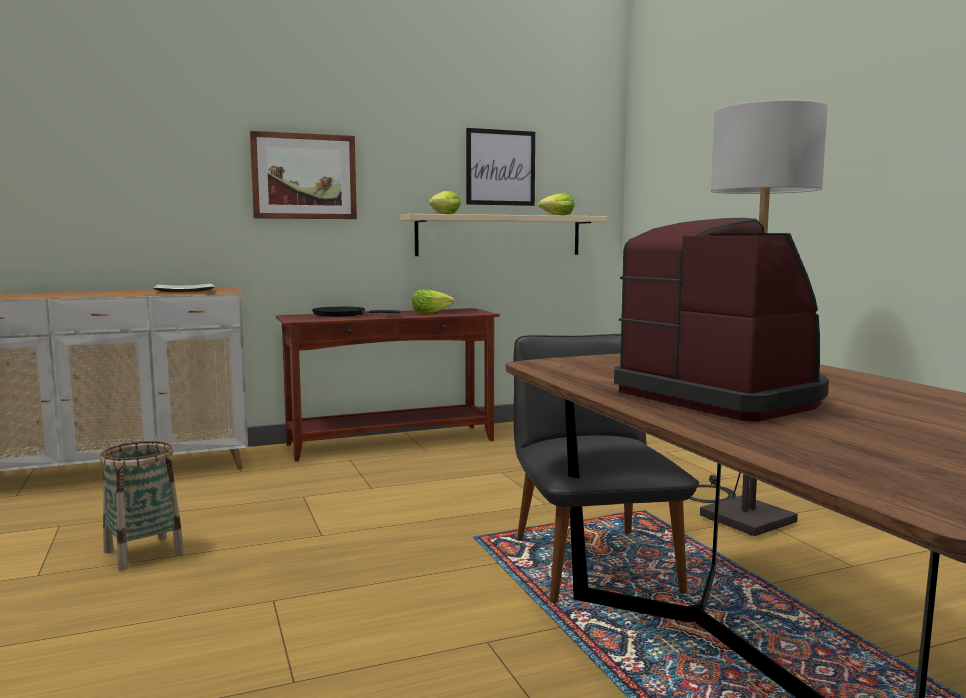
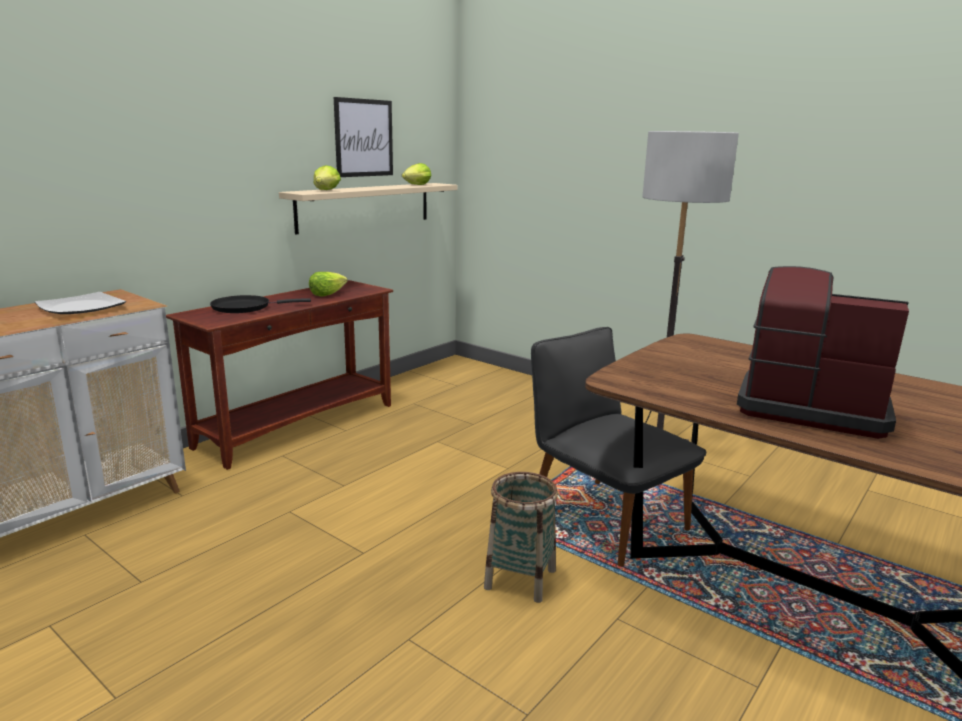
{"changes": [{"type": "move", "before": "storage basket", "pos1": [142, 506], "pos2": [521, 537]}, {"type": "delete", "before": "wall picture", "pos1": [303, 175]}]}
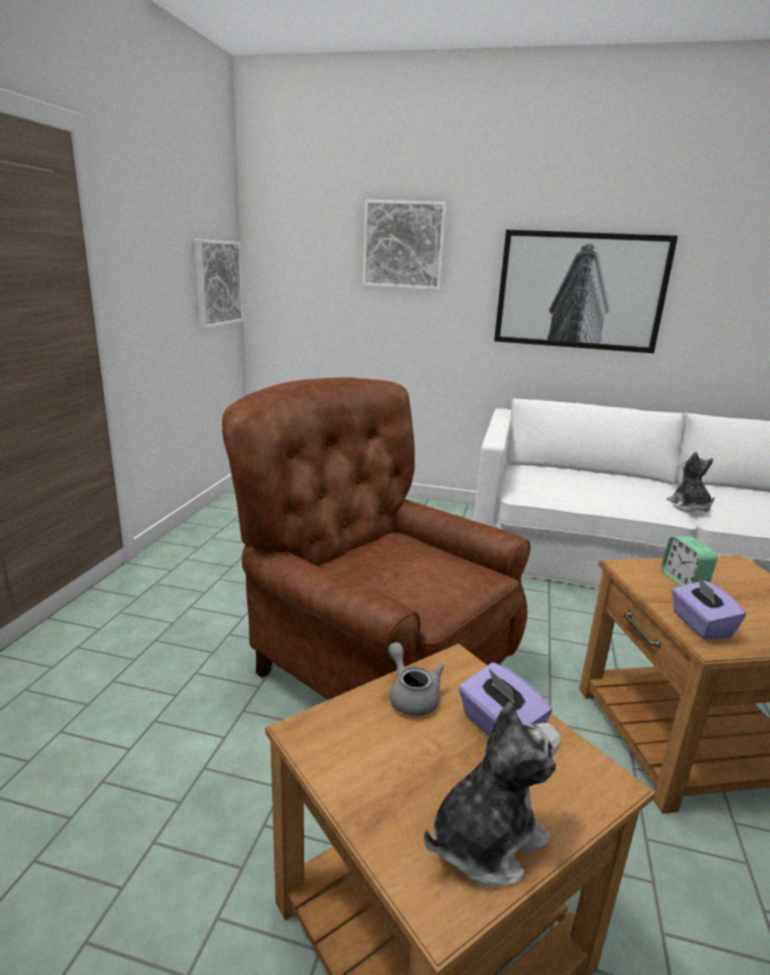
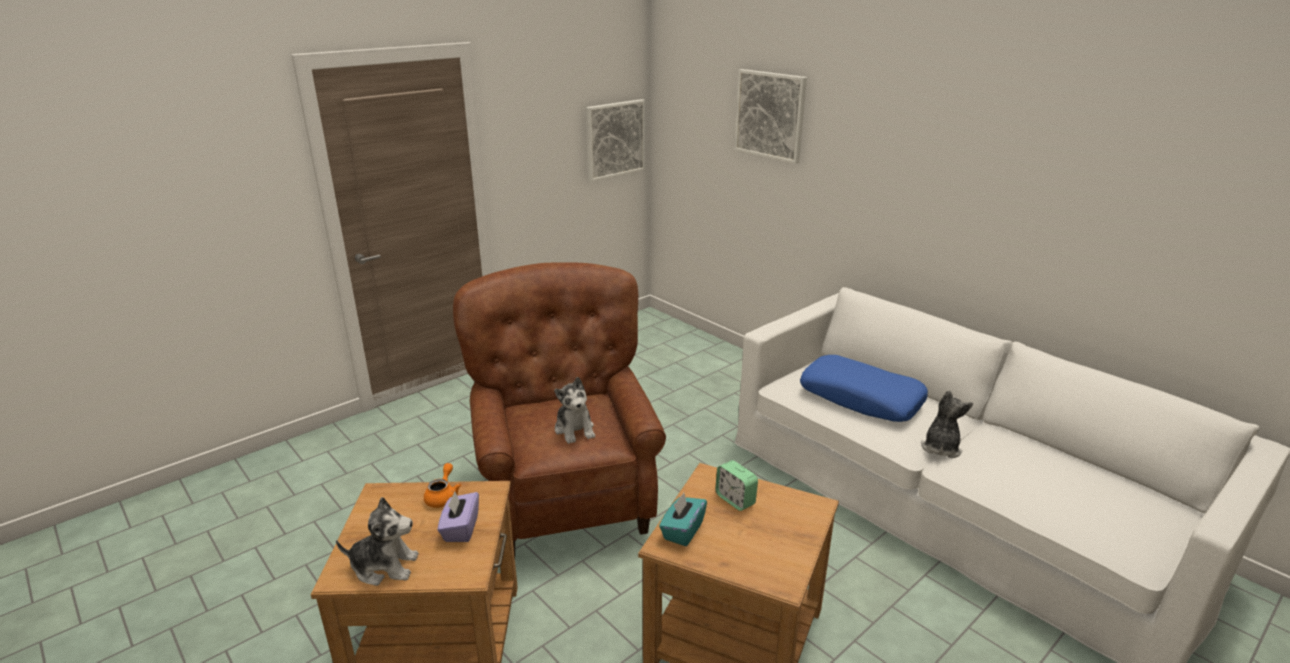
{"changes": [{"type": "recolor", "before": "teapot in grey", "after": "teapot in orange-coloured", "pos1": [416, 679], "pos2": [442, 485]}, {"type": "delete", "before": "wall picture", "pos1": [586, 291]}, {"type": "rotate", "before": "table clock", "pos1": [689, 561], "pos2": [736, 485], "turn": -60}, {"type": "recolor", "before": "box of tissues in purple", "after": "box of tissues in blue-green", "pos1": [708, 607], "pos2": [683, 519]}, {"type": "insert", "after": "cuddly toy", "pos2": [574, 410]}, {"type": "insert", "after": "throw pillow in blue", "pos2": [864, 388]}]}
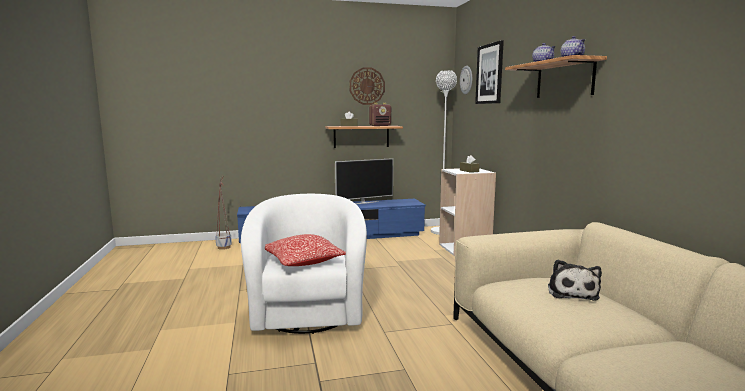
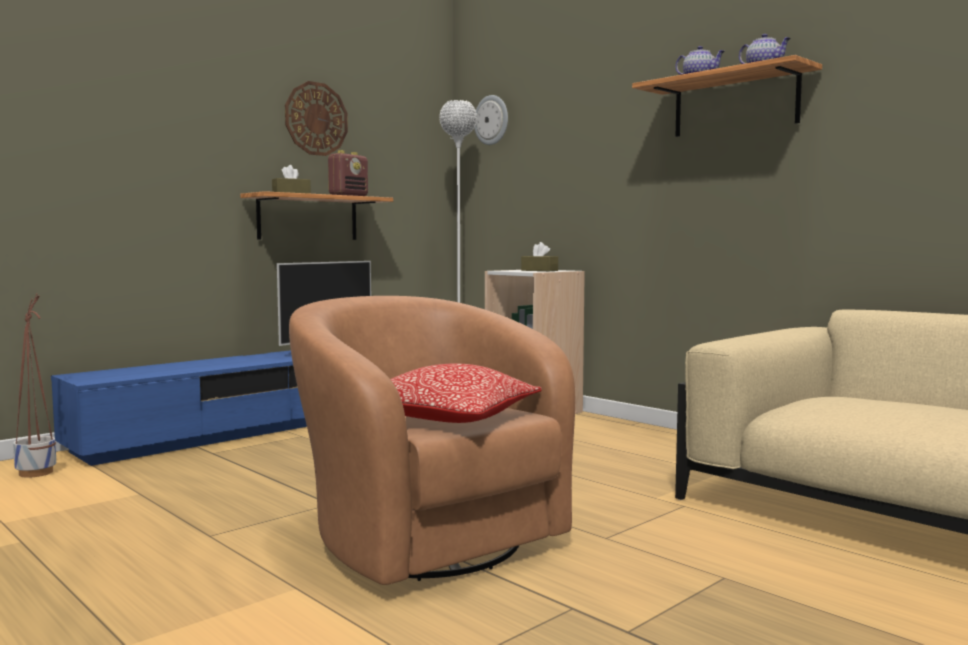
{"changes": [{"type": "recolor", "before": "armchair in white-coloured", "after": "armchair in brown-coloured", "pos1": [304, 264], "pos2": [432, 440]}, {"type": "delete", "before": "wall picture", "pos1": [489, 72]}, {"type": "delete", "before": "cuddly toy", "pos1": [575, 280]}]}
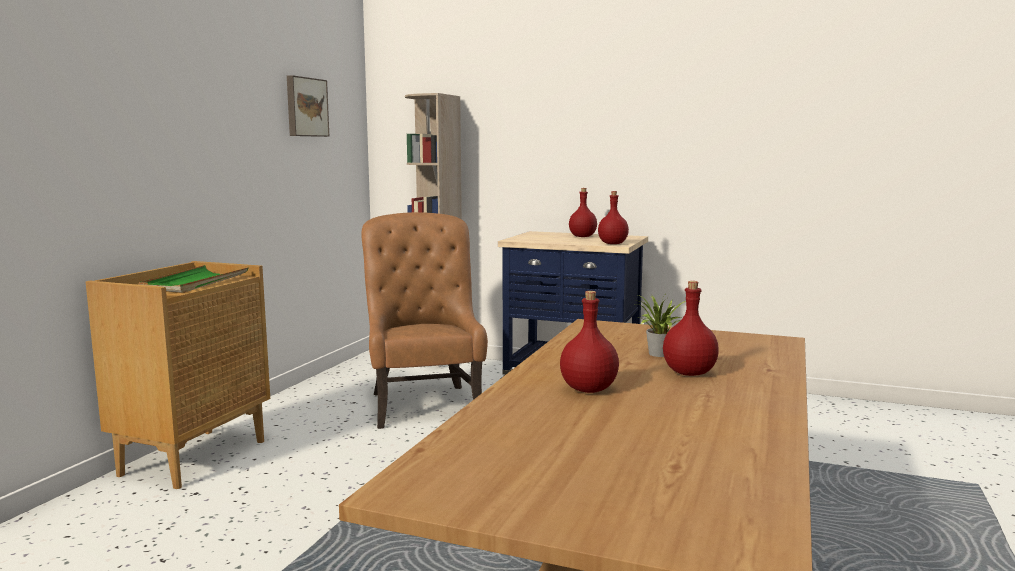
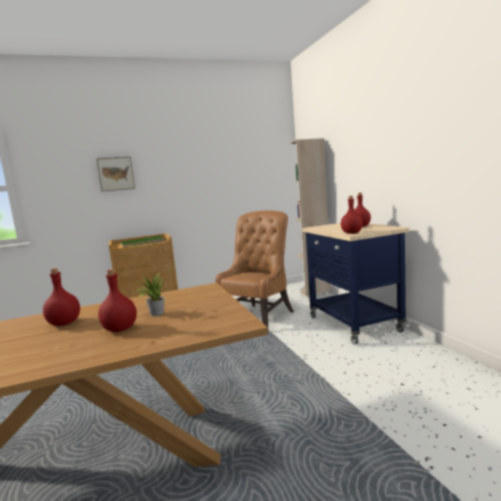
{"changes": [{"type": "move", "before": "wall picture", "pos1": [308, 106], "pos2": [116, 174]}]}
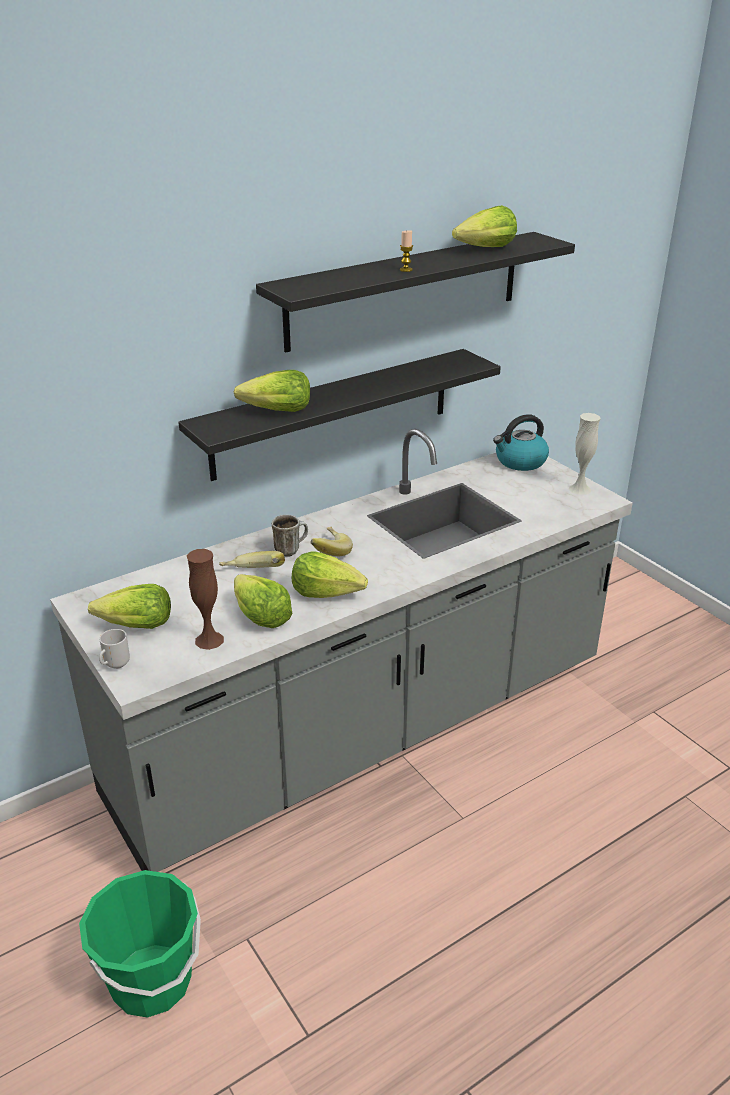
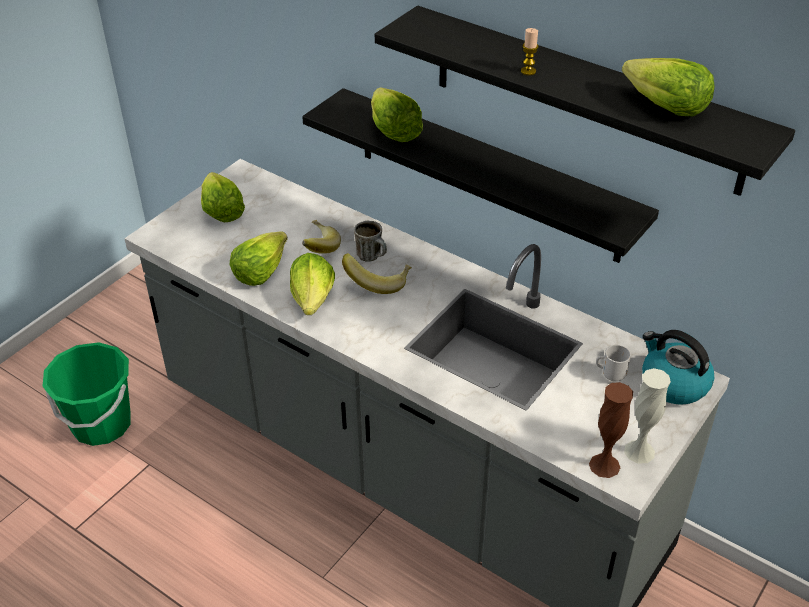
{"changes": [{"type": "move", "before": "tea mug", "pos1": [114, 649], "pos2": [613, 363]}, {"type": "move", "before": "vase in brown-coloured", "pos1": [205, 599], "pos2": [611, 430]}]}
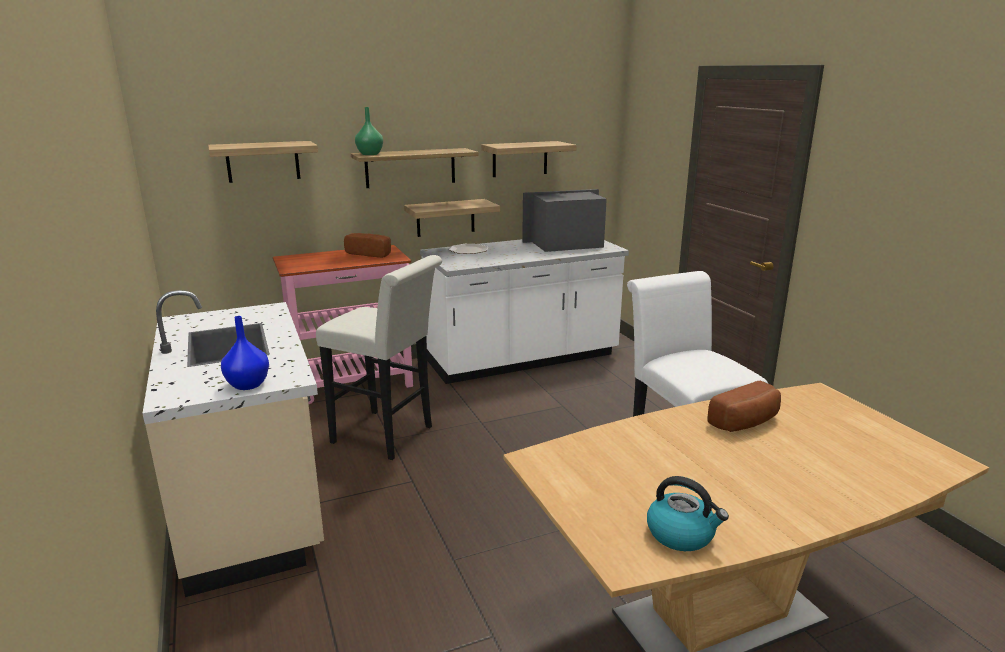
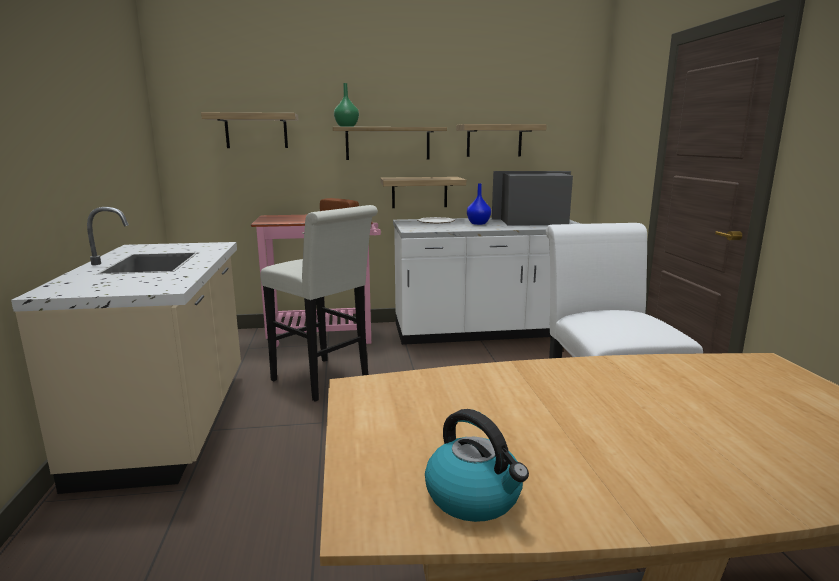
{"changes": [{"type": "move", "before": "vase in blue", "pos1": [245, 353], "pos2": [479, 204]}, {"type": "delete", "before": "bread", "pos1": [744, 406]}]}
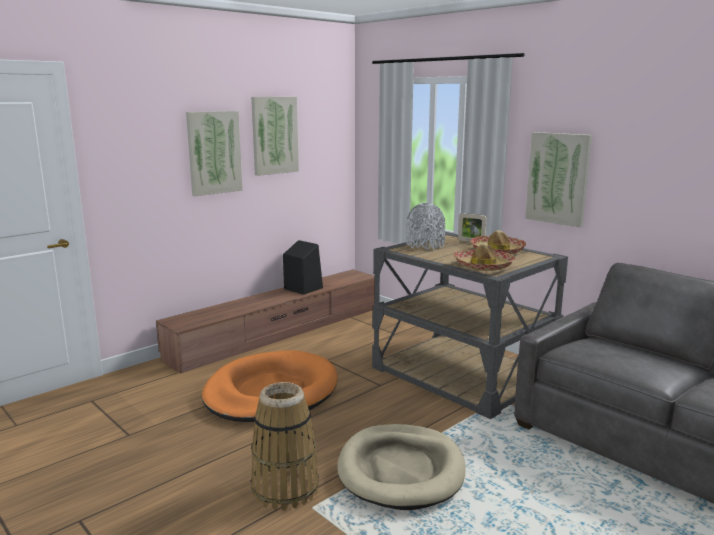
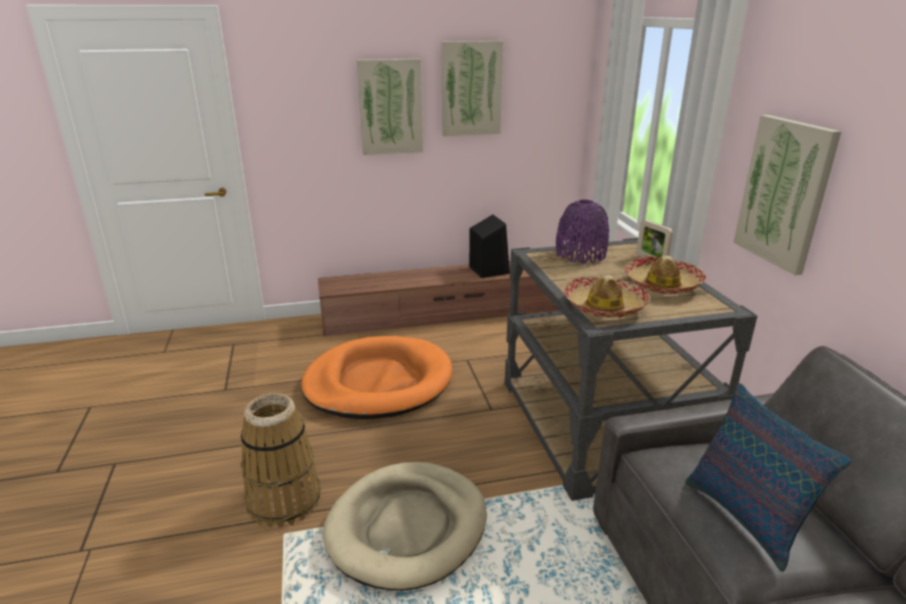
{"changes": [{"type": "recolor", "before": "vase in grey", "after": "vase in purple", "pos1": [425, 226], "pos2": [582, 231]}, {"type": "insert", "after": "throw pillow in blue", "pos2": [768, 477]}]}
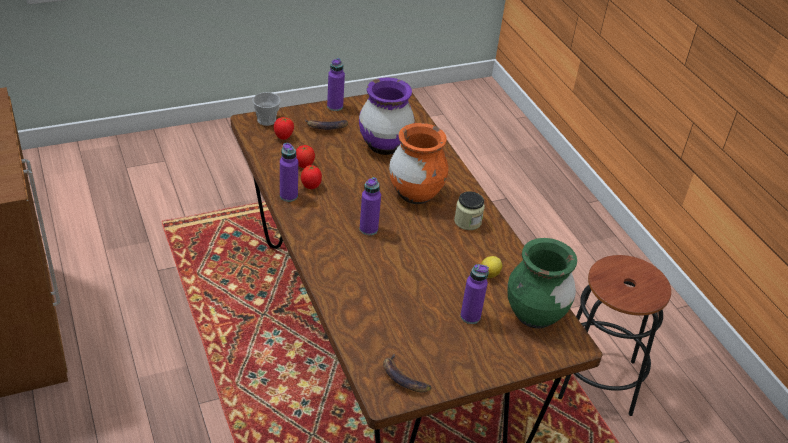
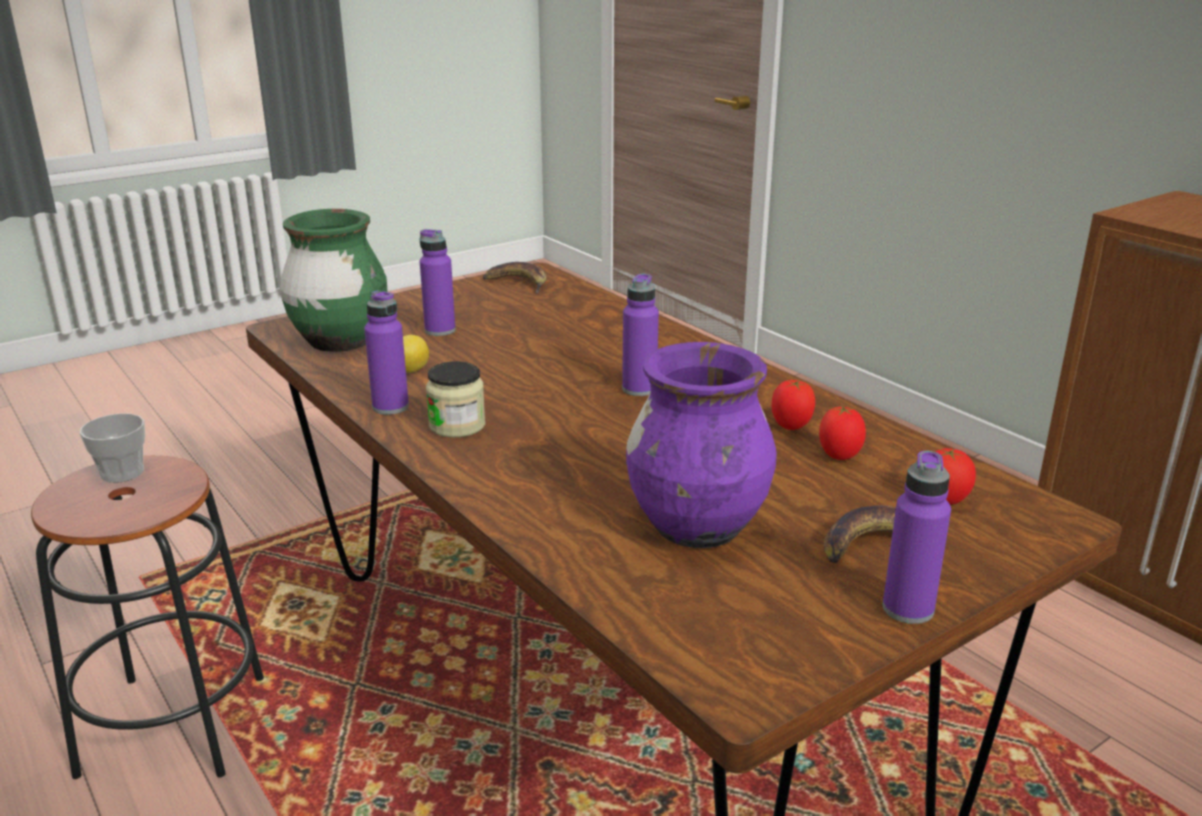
{"changes": [{"type": "move", "before": "cup", "pos1": [267, 109], "pos2": [112, 448]}, {"type": "move", "before": "drink bottle in purple", "pos1": [289, 172], "pos2": [386, 352]}, {"type": "delete", "before": "vase in orange-coloured", "pos1": [419, 163]}]}
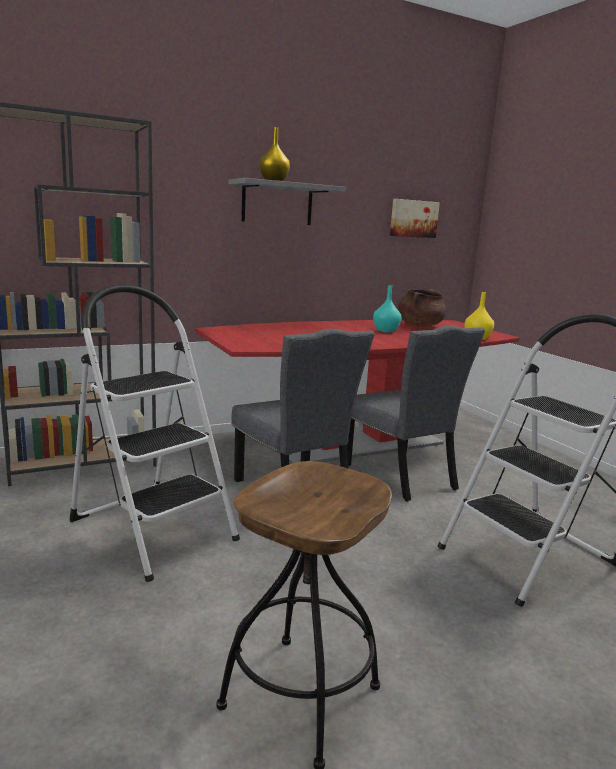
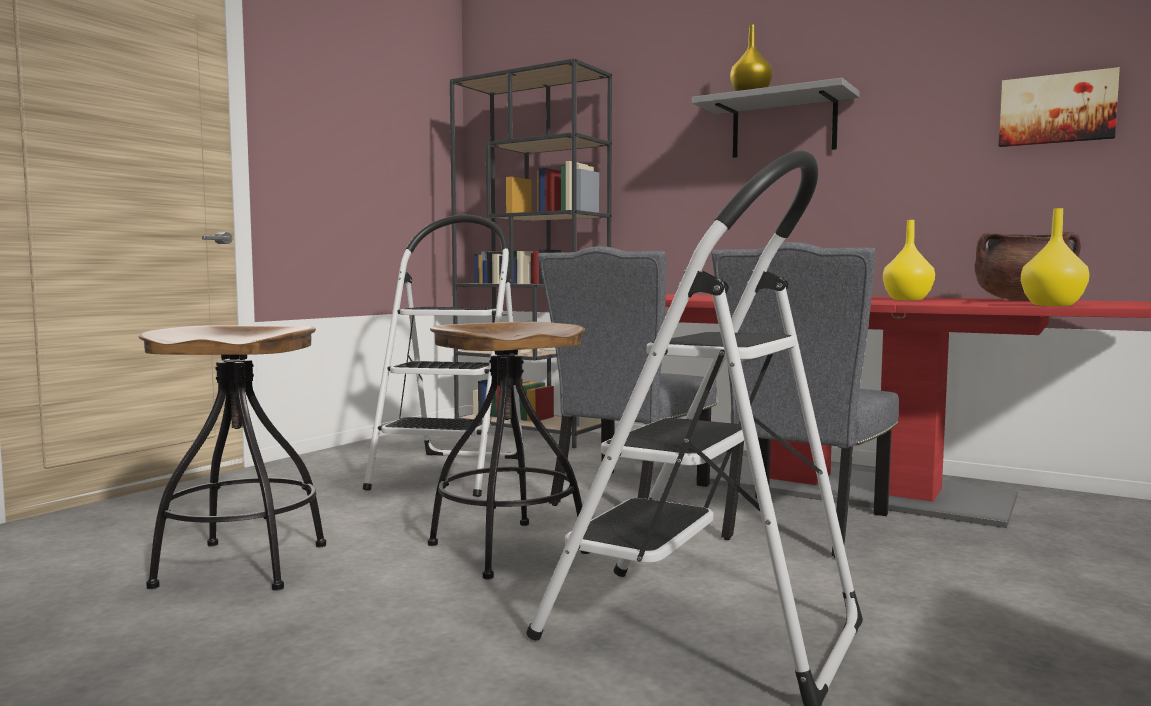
{"changes": [{"type": "recolor", "before": "vase in blue-green", "after": "vase in yellowish", "pos1": [387, 308], "pos2": [909, 260]}, {"type": "insert", "after": "sitting stool in brown-coloured", "pos2": [509, 450]}]}
